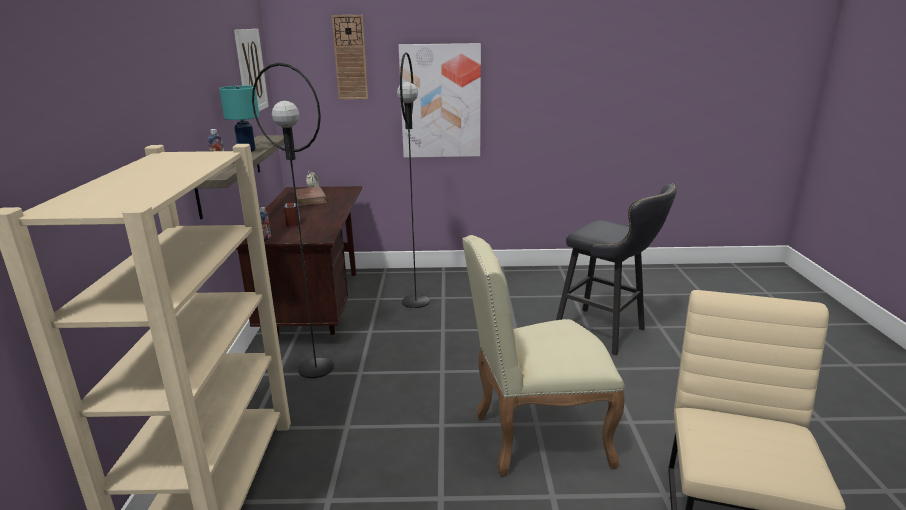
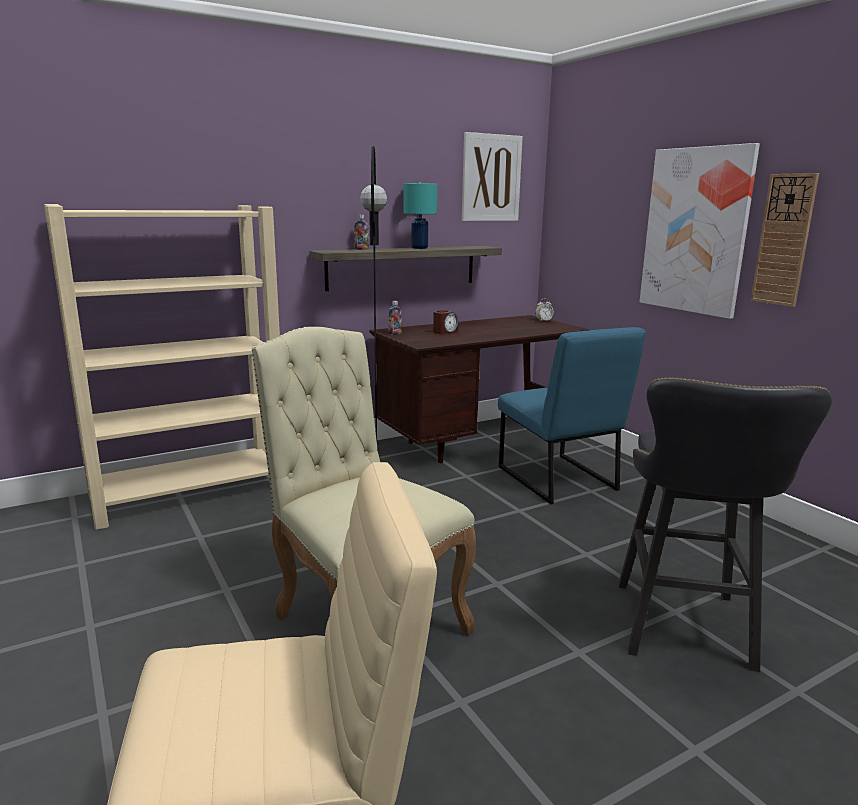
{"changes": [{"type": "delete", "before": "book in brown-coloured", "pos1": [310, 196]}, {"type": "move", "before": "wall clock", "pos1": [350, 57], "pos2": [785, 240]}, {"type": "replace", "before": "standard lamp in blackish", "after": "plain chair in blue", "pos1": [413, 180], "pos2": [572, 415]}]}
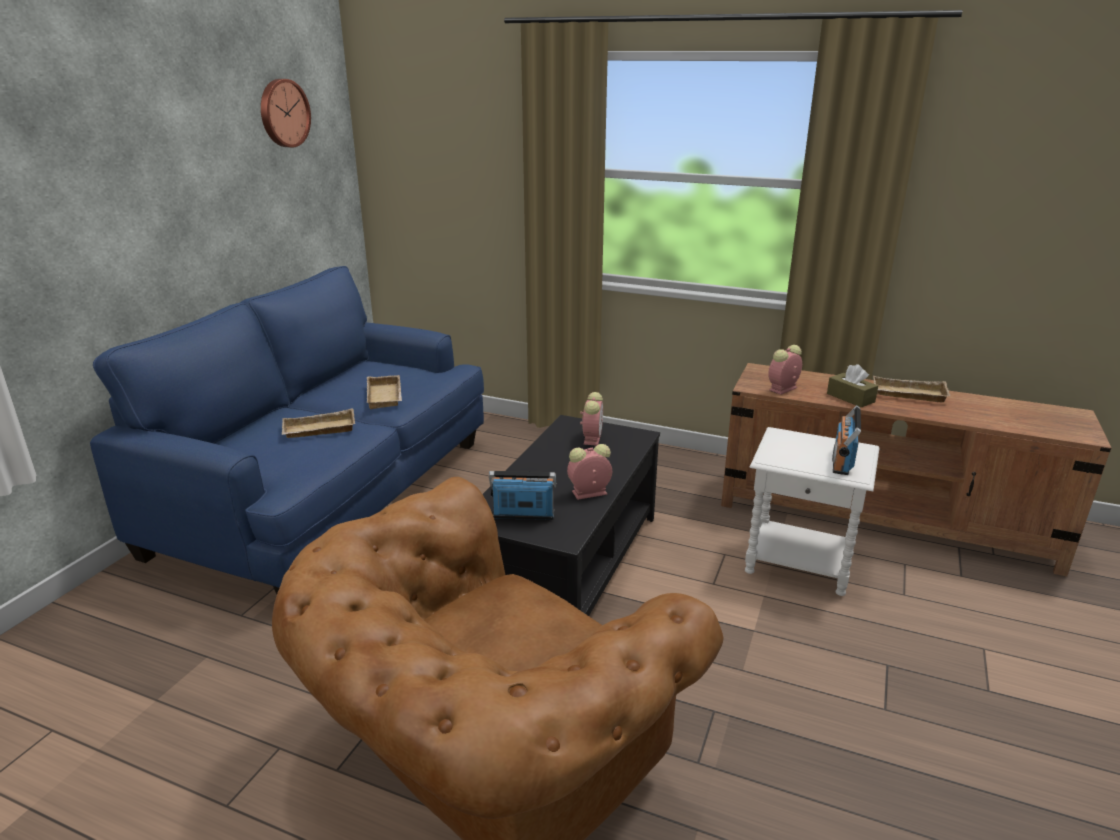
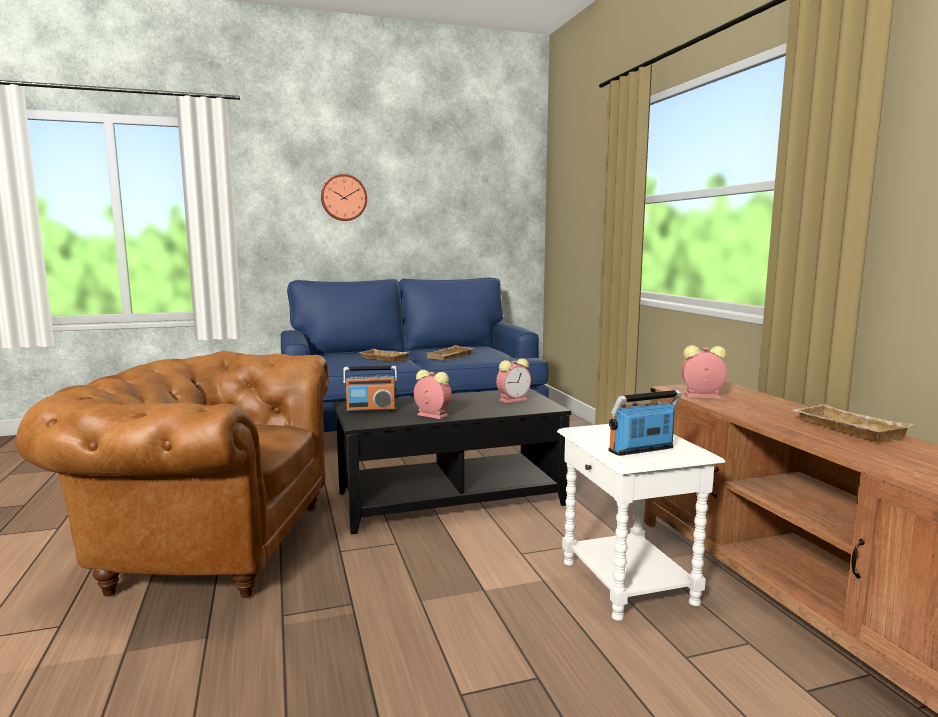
{"changes": [{"type": "move", "before": "wall clock", "pos1": [286, 113], "pos2": [344, 197]}, {"type": "rotate", "before": "radio receiver", "pos1": [523, 495], "pos2": [370, 389], "turn": 120}, {"type": "delete", "before": "box of tissues in brown-coloured", "pos1": [852, 385]}]}
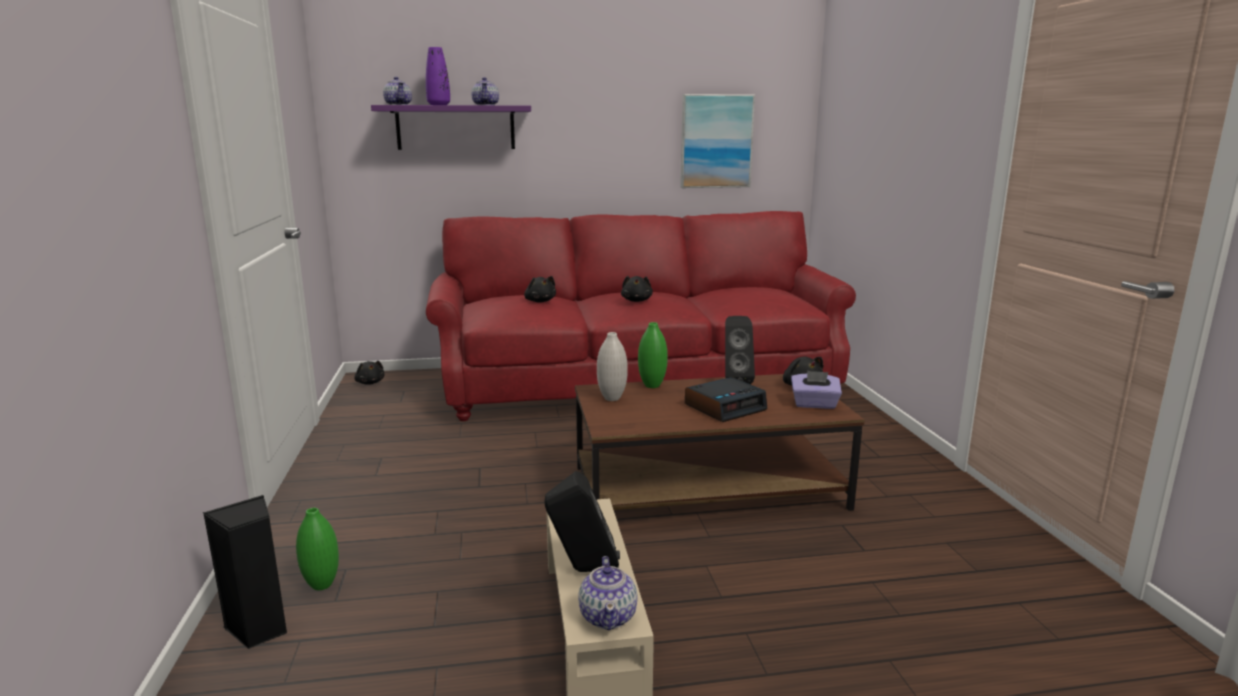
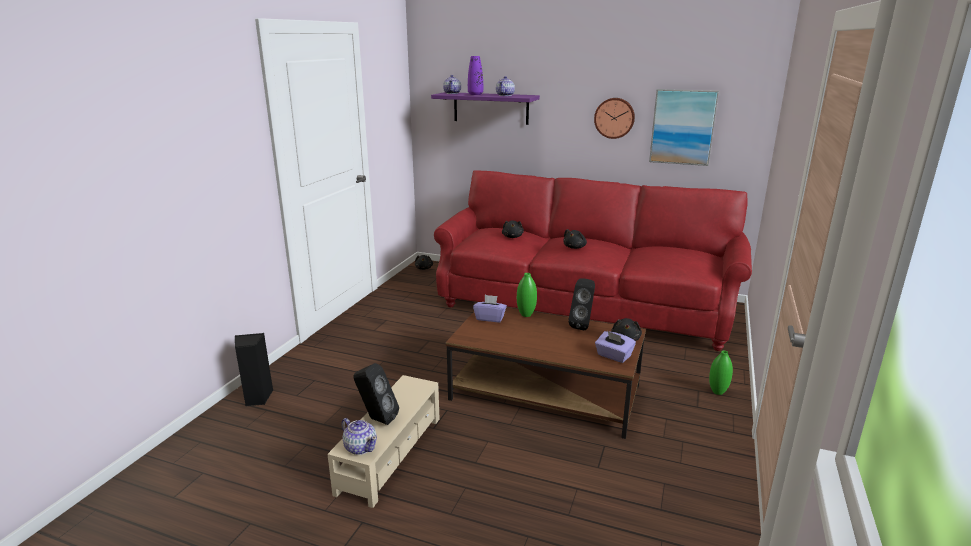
{"changes": [{"type": "move", "before": "vase in green", "pos1": [317, 549], "pos2": [721, 372]}, {"type": "rotate", "before": "teapot", "pos1": [608, 593], "pos2": [359, 436], "turn": -75}, {"type": "replace", "before": "vase in white-coloured", "after": "box of tissues in purple", "pos1": [612, 366], "pos2": [490, 308]}, {"type": "delete", "before": "table clock", "pos1": [726, 399]}, {"type": "insert", "after": "wall clock", "pos2": [614, 118]}]}
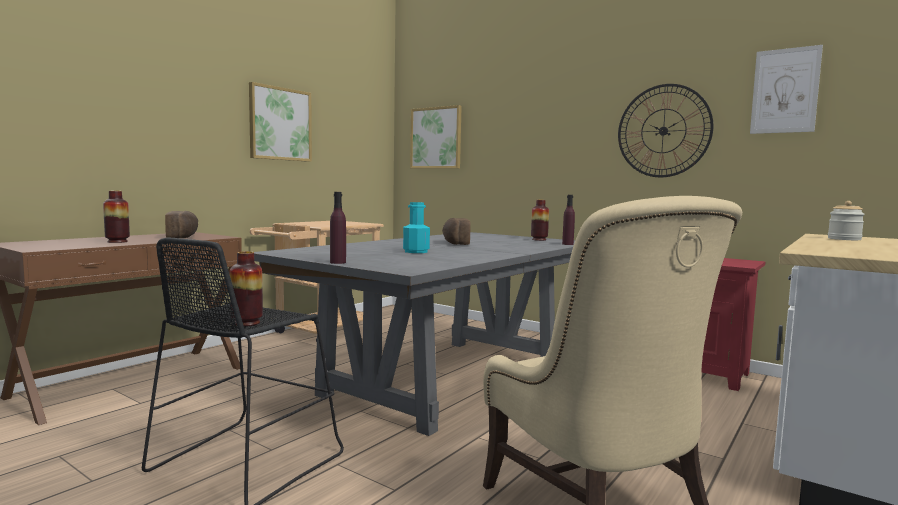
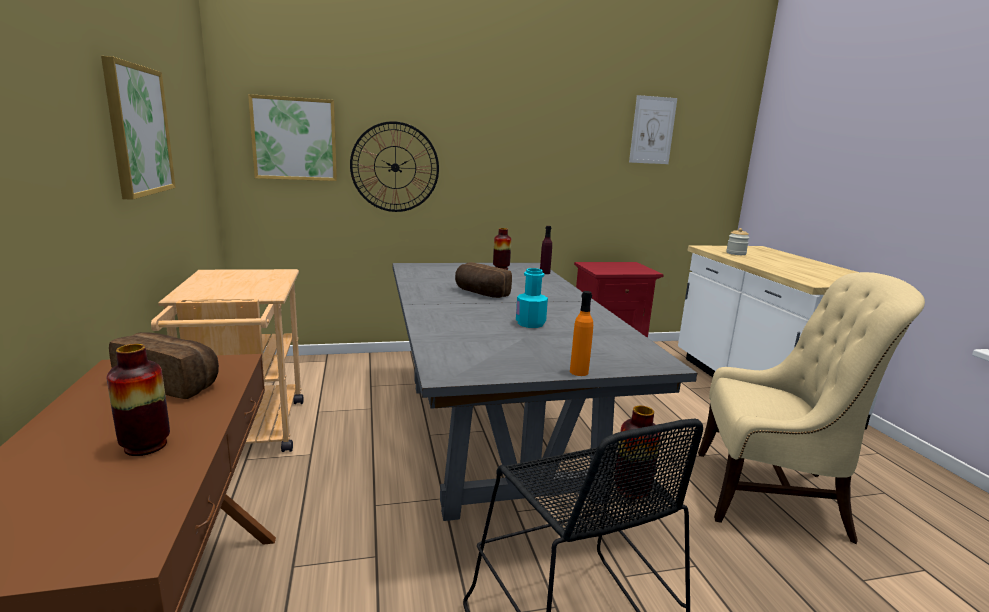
{"changes": [{"type": "recolor", "before": "drink bottle in purple", "after": "drink bottle in orange-coloured", "pos1": [338, 228], "pos2": [581, 333]}, {"type": "move", "before": "wall clock", "pos1": [665, 131], "pos2": [394, 166]}]}
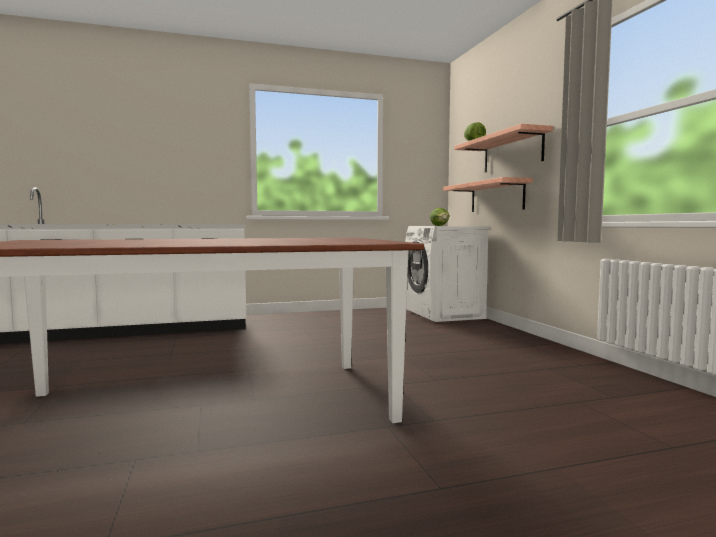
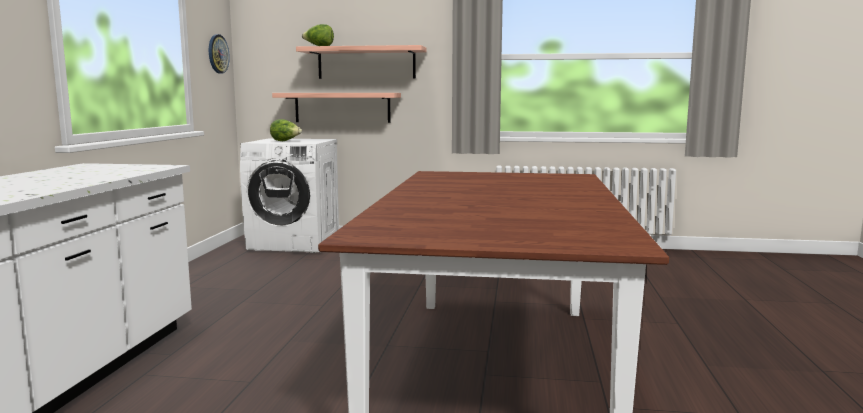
{"changes": [{"type": "insert", "after": "wall clock", "pos2": [219, 54]}]}
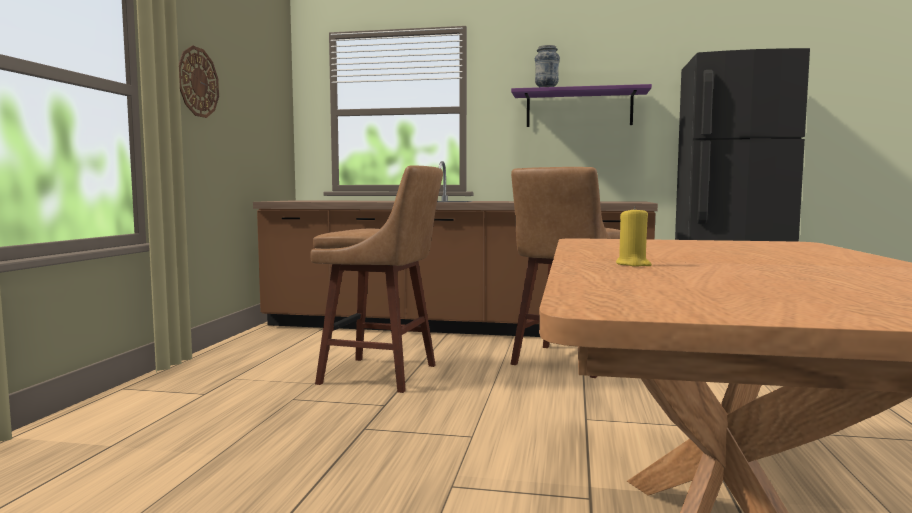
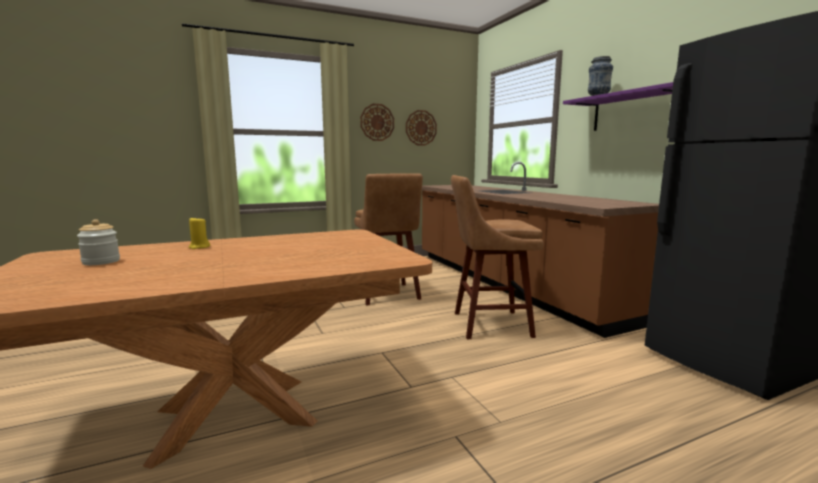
{"changes": [{"type": "insert", "after": "jar", "pos2": [98, 242]}, {"type": "insert", "after": "wall clock", "pos2": [421, 128]}]}
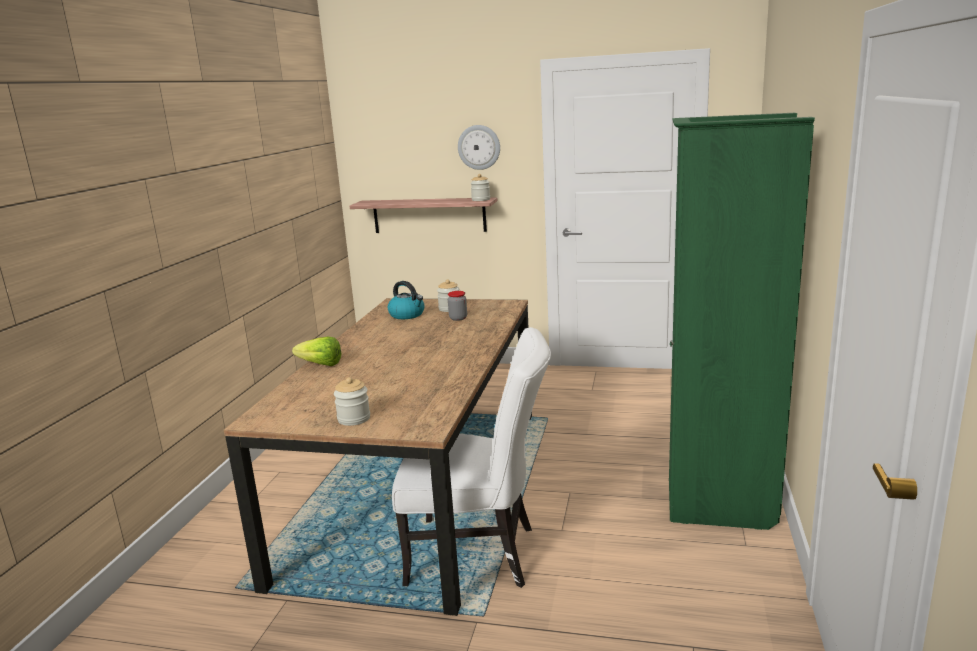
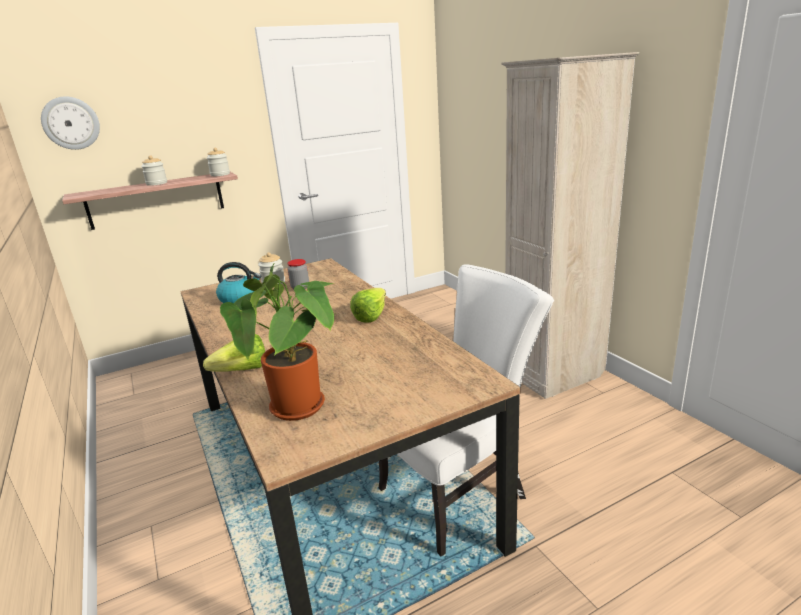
{"changes": [{"type": "move", "before": "jar", "pos1": [352, 401], "pos2": [154, 170]}, {"type": "move", "before": "wall clock", "pos1": [479, 147], "pos2": [70, 123]}, {"type": "recolor", "before": "storage cabinet in green", "after": "storage cabinet in beige", "pos1": [742, 321], "pos2": [570, 225]}, {"type": "insert", "after": "houseplant", "pos2": [277, 341]}, {"type": "insert", "after": "lettuce head", "pos2": [368, 305]}]}
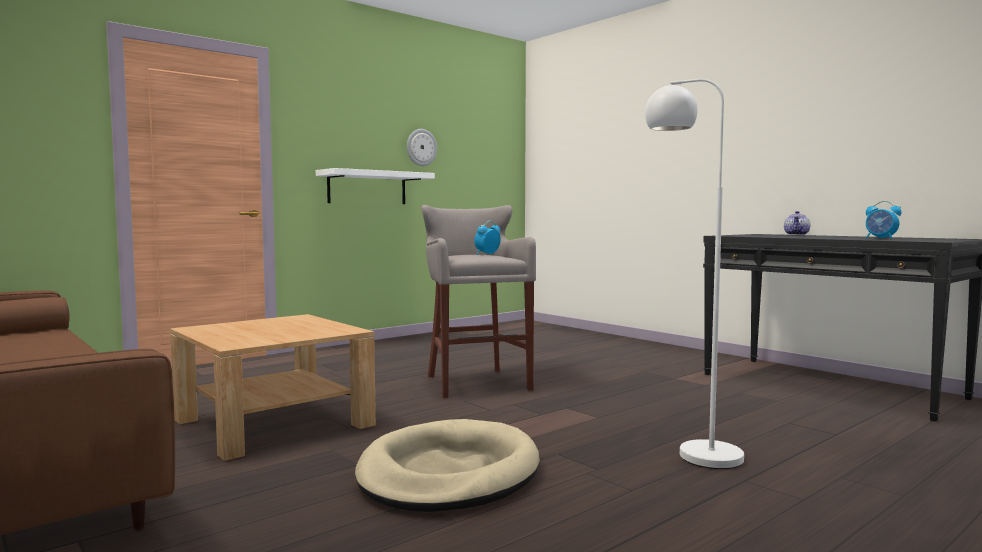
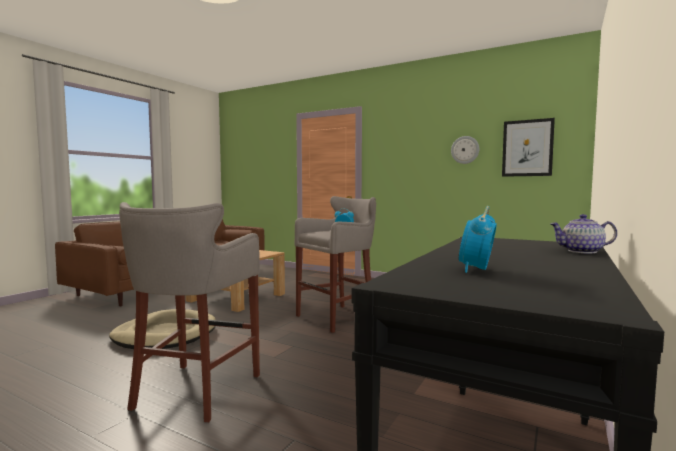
{"changes": [{"type": "delete", "before": "wall shelf in white-coloured", "pos1": [375, 186]}, {"type": "replace", "before": "standard lamp in white-coloured", "after": "sitting stool in grey", "pos1": [694, 274], "pos2": [189, 312]}, {"type": "insert", "after": "wall picture", "pos2": [528, 147]}]}
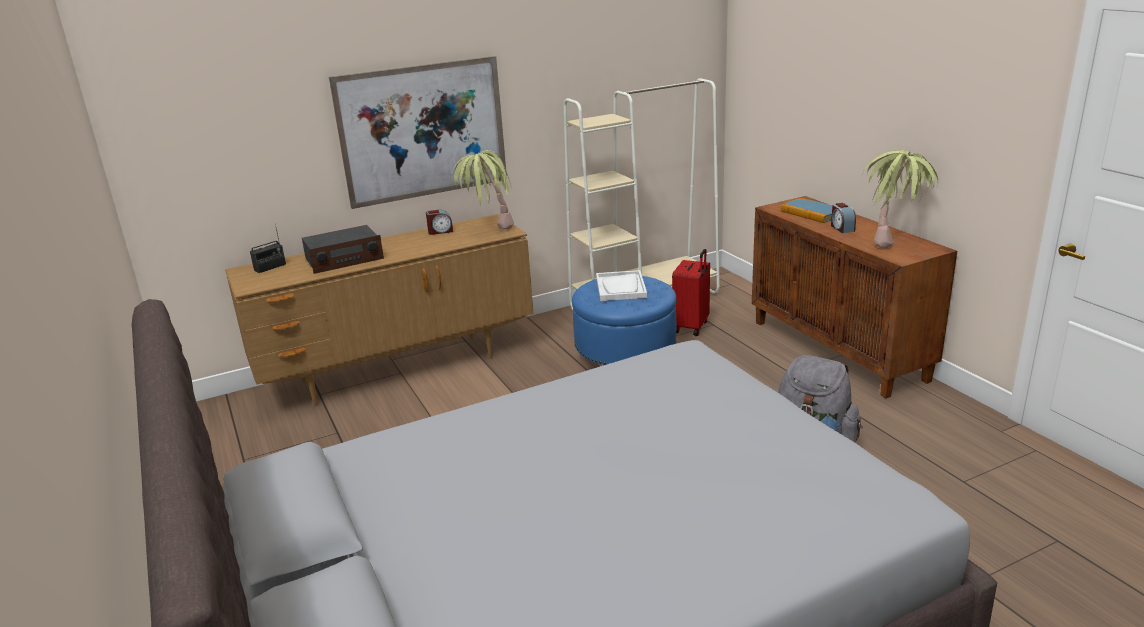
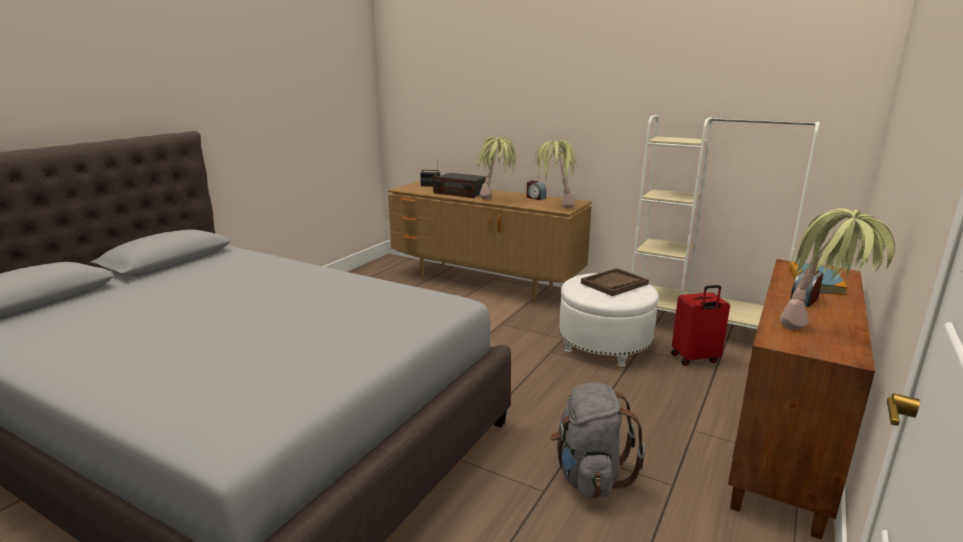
{"changes": [{"type": "delete", "before": "wall picture", "pos1": [418, 132]}, {"type": "recolor", "before": "ottoman in blue", "after": "ottoman in white-coloured", "pos1": [624, 320], "pos2": [609, 320]}, {"type": "recolor", "before": "tray in white-coloured", "after": "tray in brown-coloured", "pos1": [621, 285], "pos2": [615, 282]}, {"type": "insert", "after": "houseplant", "pos2": [495, 168]}]}
